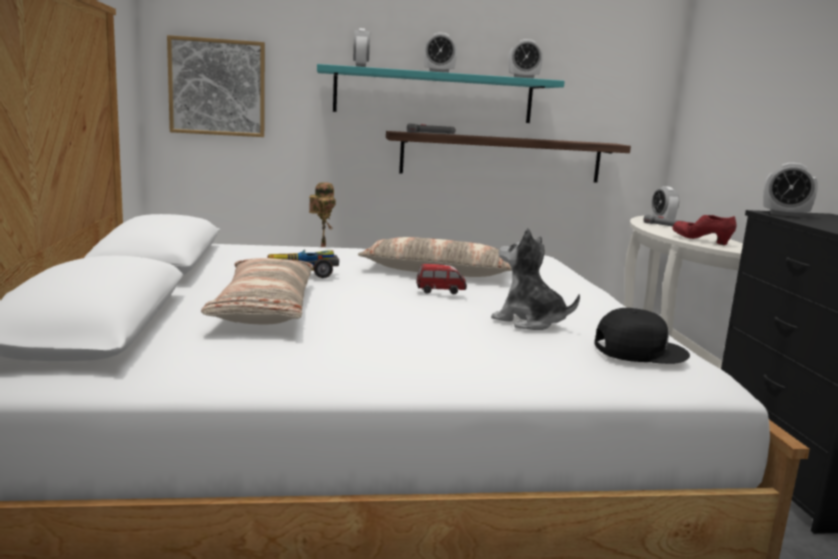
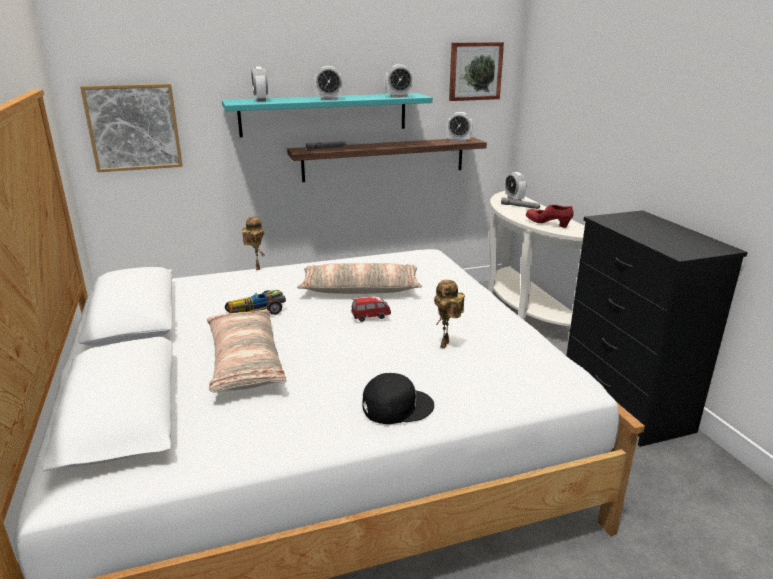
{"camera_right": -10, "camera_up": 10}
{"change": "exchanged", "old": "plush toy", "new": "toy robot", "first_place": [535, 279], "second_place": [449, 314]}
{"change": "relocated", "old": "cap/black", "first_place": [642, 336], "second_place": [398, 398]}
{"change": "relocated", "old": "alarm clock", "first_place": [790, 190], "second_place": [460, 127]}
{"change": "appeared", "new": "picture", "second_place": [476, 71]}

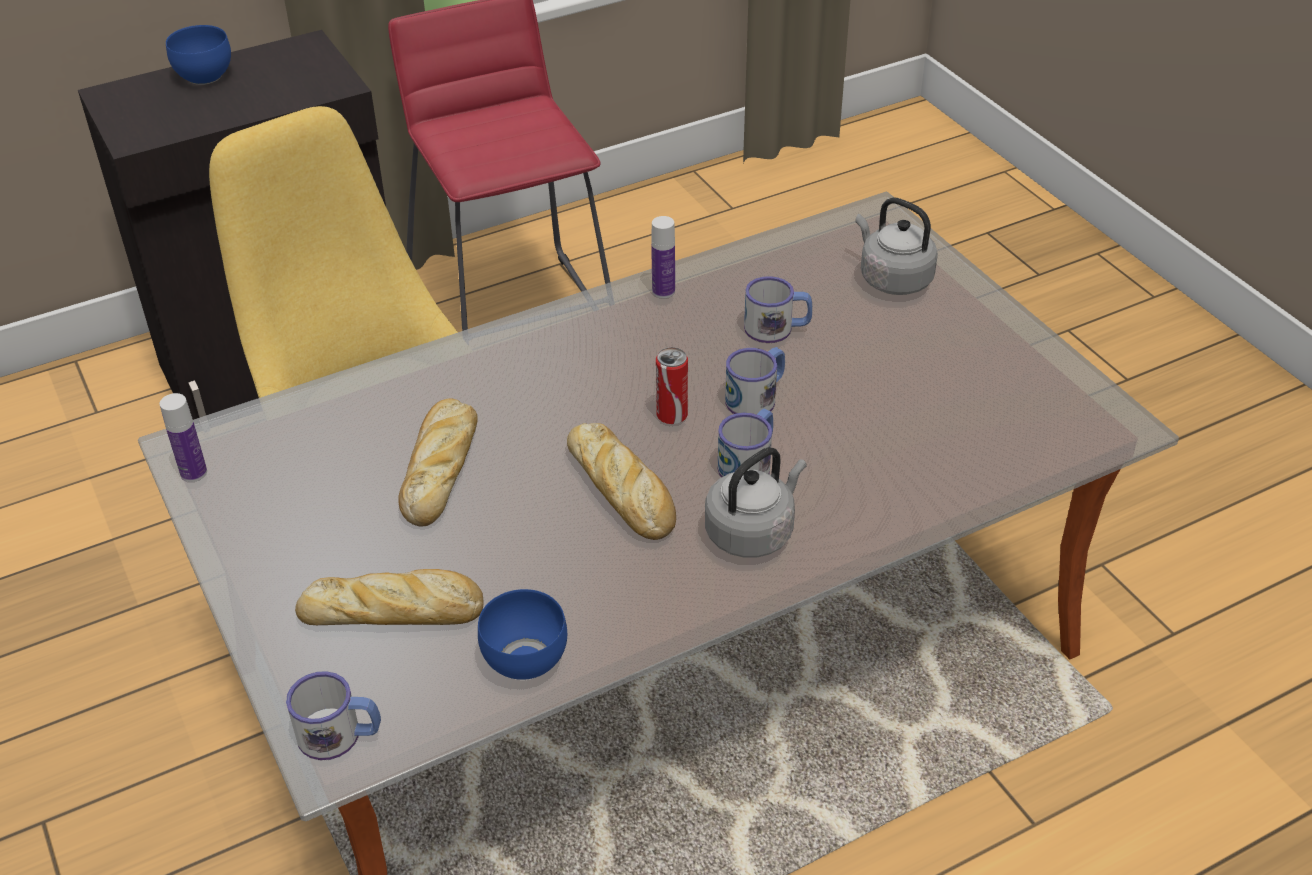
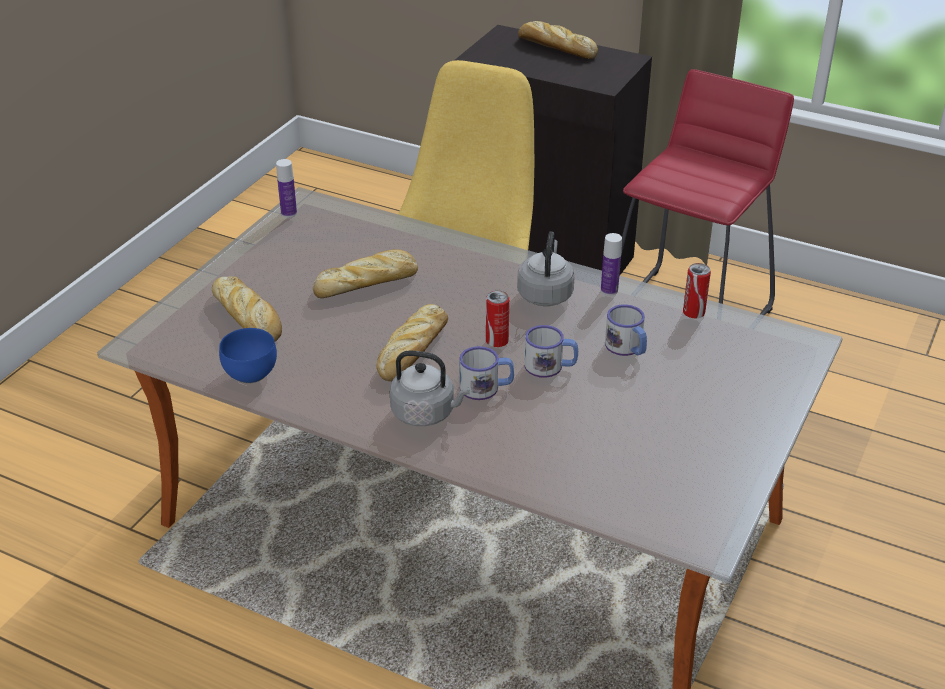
{"camera_right": 55, "camera_up": -5}
{"change": "exchanged", "old": "bowl/blue", "new": "bread", "first_place": [198, 55], "second_place": [558, 40]}
{"change": "missing", "old": "mug", "first_place": [333, 715]}
{"change": "relocated", "old": "kettle/grey", "first_place": [896, 246], "second_place": [546, 268]}
{"change": "appeared", "new": "can", "second_place": [697, 290]}

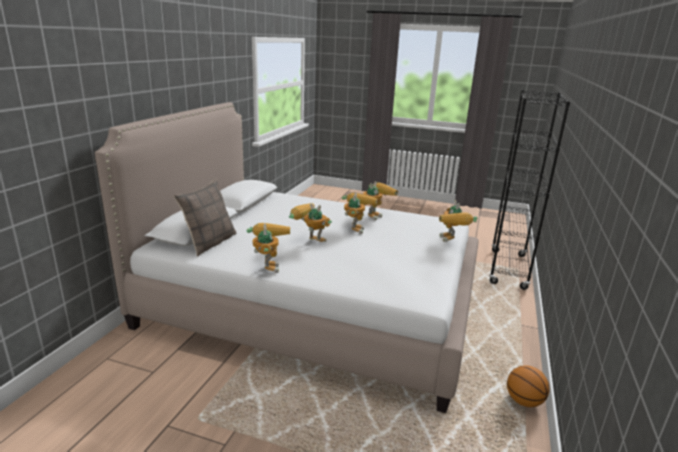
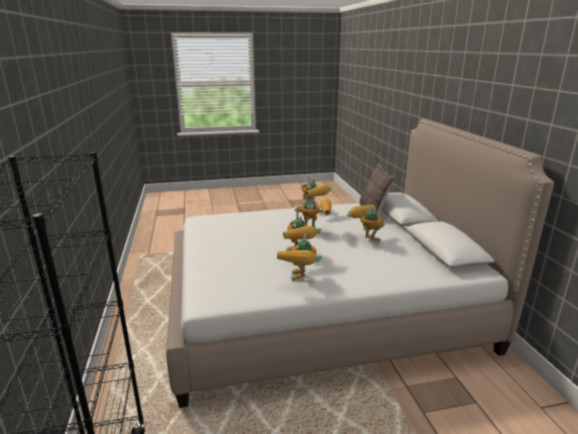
{"camera_right": 150, "camera_up": 0}
{"change": "relocated", "old": "toy robot", "first_place": [458, 221], "second_place": [366, 223]}
{"change": "missing", "old": "basketball", "first_place": [528, 386]}

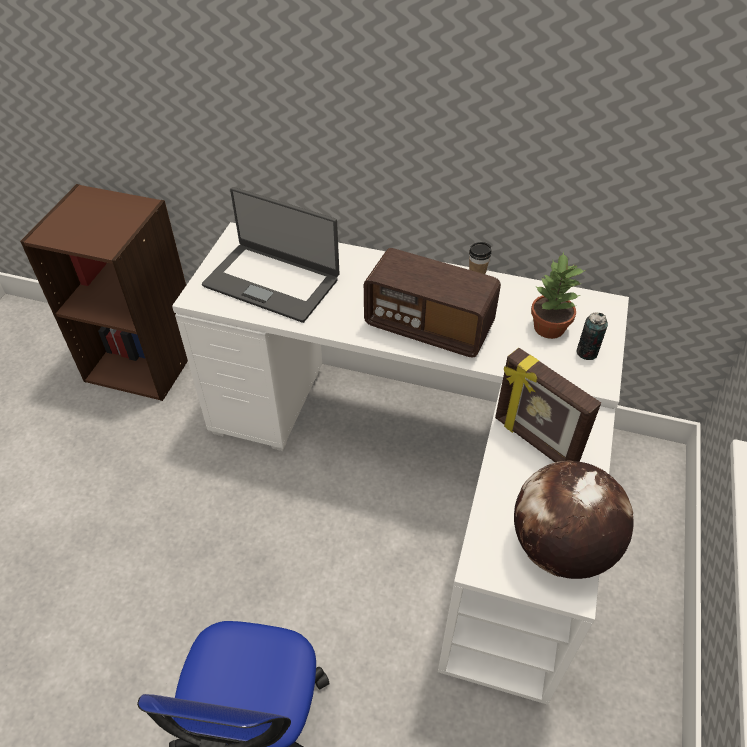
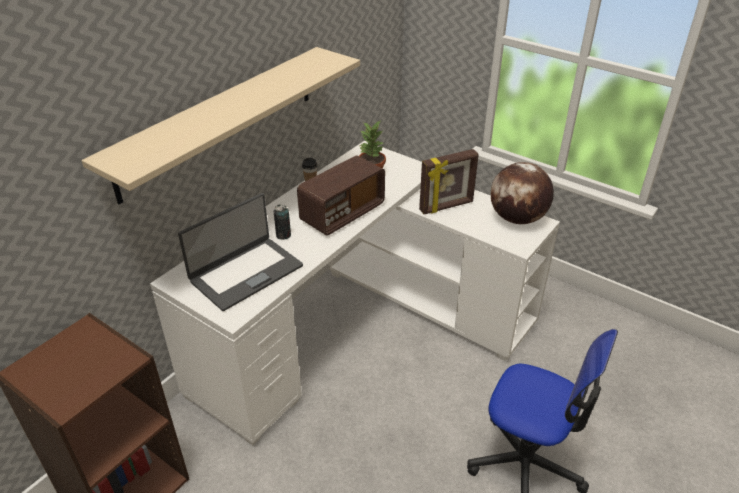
{"camera_right": -70, "camera_up": -10}
{"change": "relocated", "old": "can", "first_place": [592, 336], "second_place": [282, 222]}
{"change": "appeared", "new": "shelf/beige", "second_place": [220, 125]}

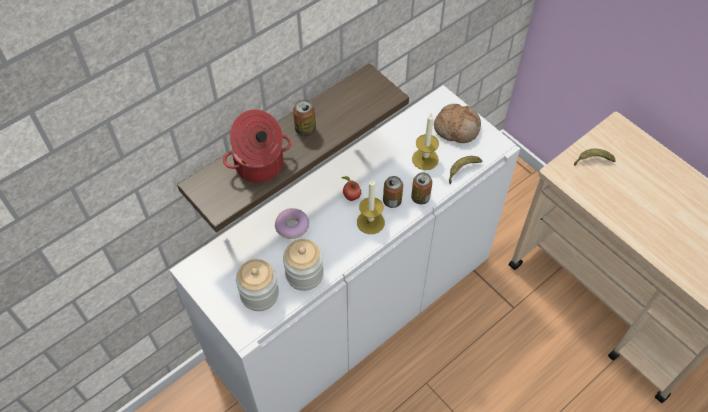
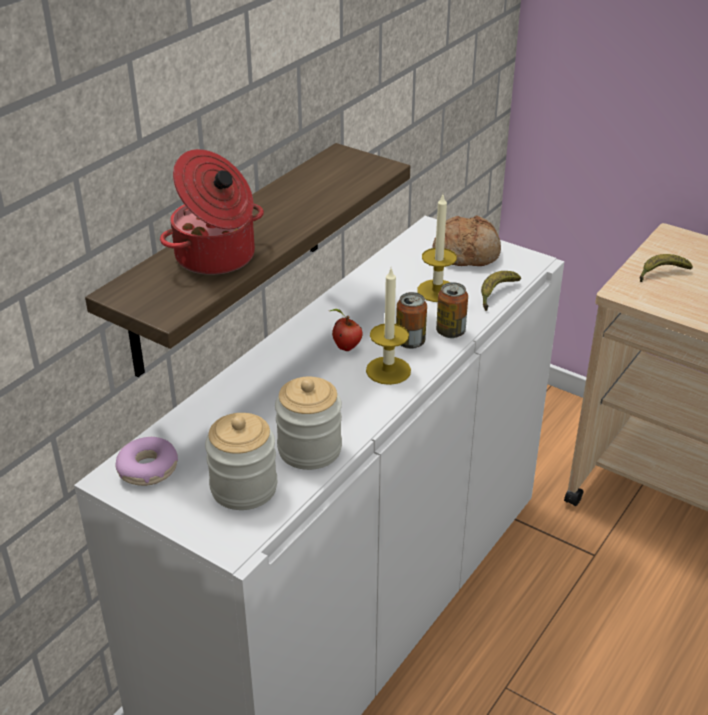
{"camera_right": -15, "camera_up": -20}
{"change": "relocated", "old": "donut", "first_place": [292, 223], "second_place": [146, 461]}
{"change": "missing", "old": "can", "first_place": [304, 118]}

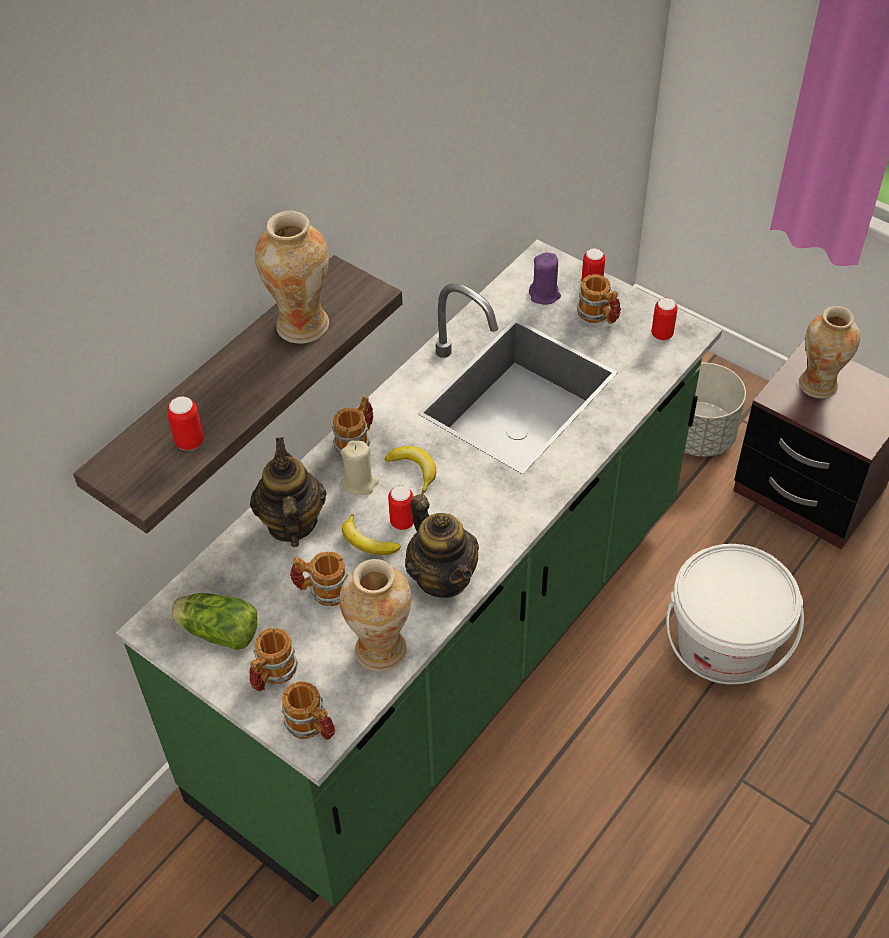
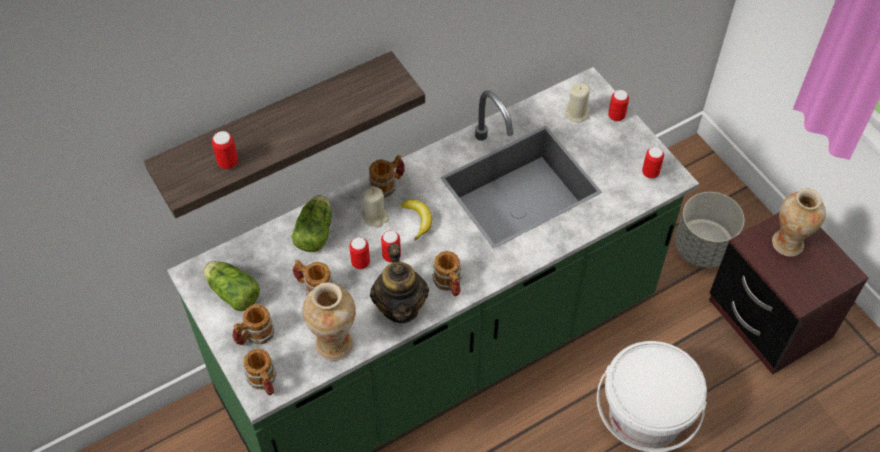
{"camera_right": 20, "camera_up": 5}
{"change": "exchanged", "old": "teapot", "new": "lettuce", "first_place": [288, 492], "second_place": [311, 223]}
{"change": "missing", "old": "vase", "first_place": [292, 277]}
{"change": "exchanged", "old": "banana", "new": "can", "first_place": [371, 534], "second_place": [359, 253]}
{"change": "colour", "old": "candle/purple", "new": "candle/beige", "first_place": [545, 278], "second_place": [577, 102]}
{"change": "relocated", "old": "mug", "first_place": [599, 299], "second_place": [447, 273]}

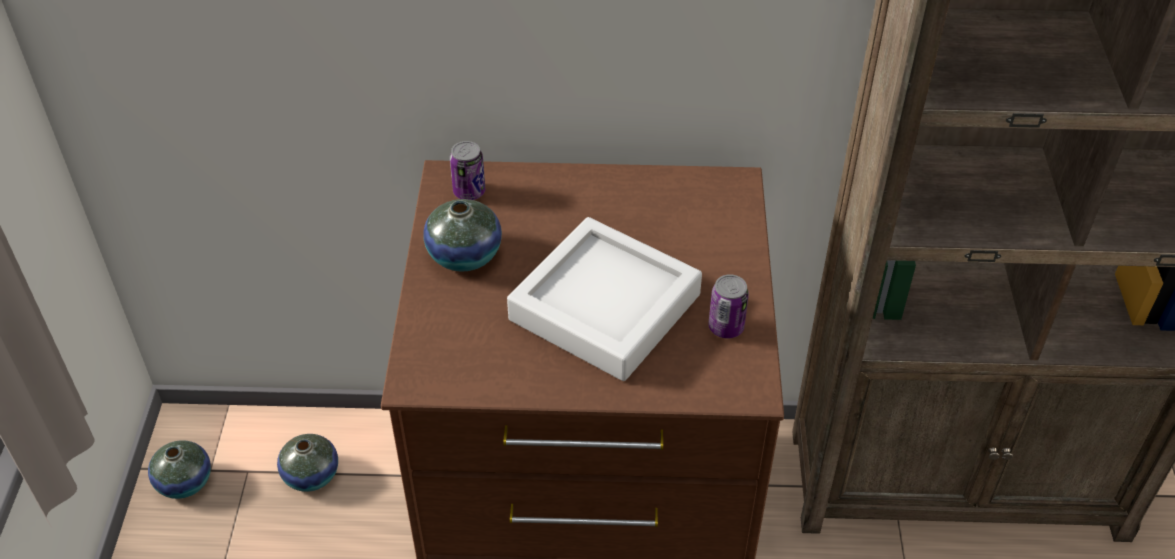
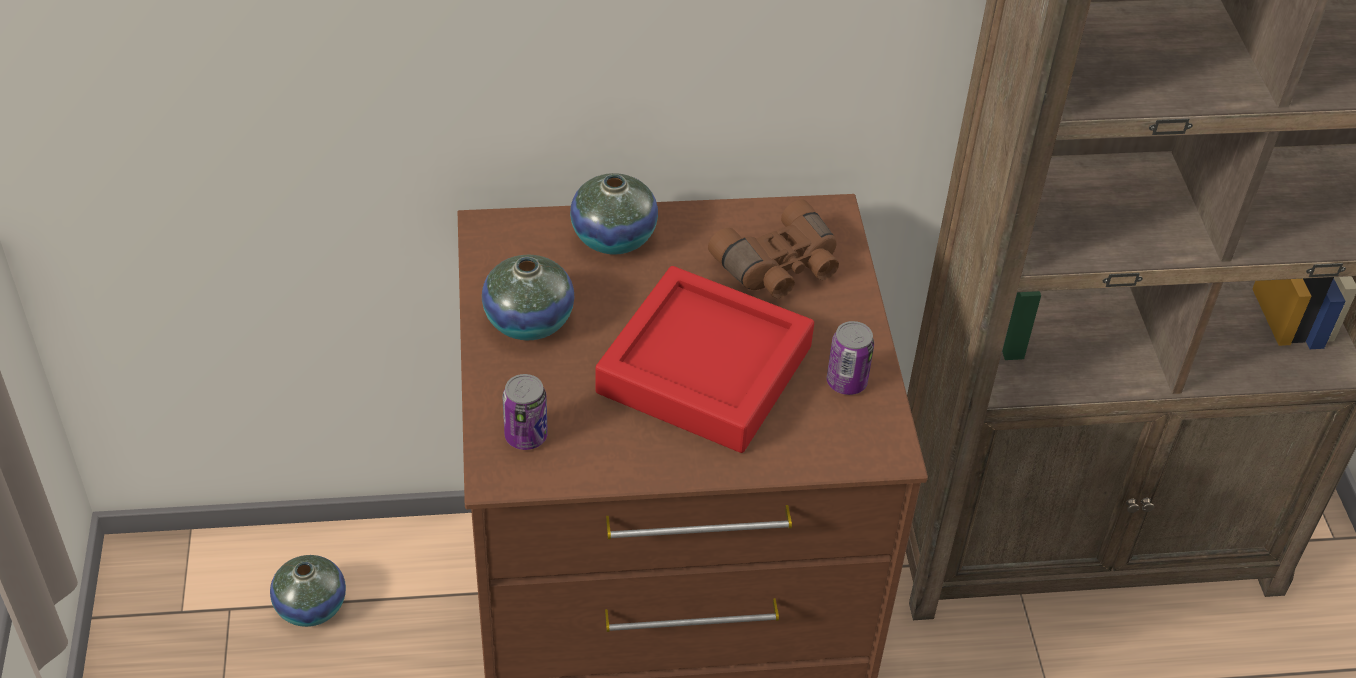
{"camera_right": -10, "camera_up": 0}
{"change": "relocated", "old": "vase", "first_place": [179, 469], "second_place": [614, 214]}
{"change": "relocated", "old": "can", "first_place": [467, 170], "second_place": [525, 412]}
{"change": "colour", "old": "tray/grey", "new": "tray/red", "first_place": [604, 299], "second_place": [704, 359]}
{"change": "appeared", "new": "binoculars/brown", "second_place": [773, 248]}

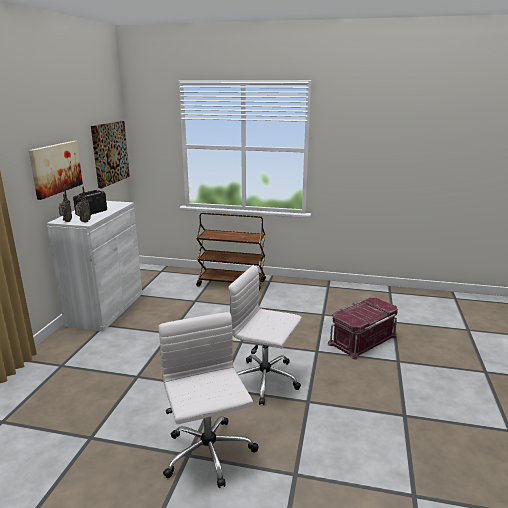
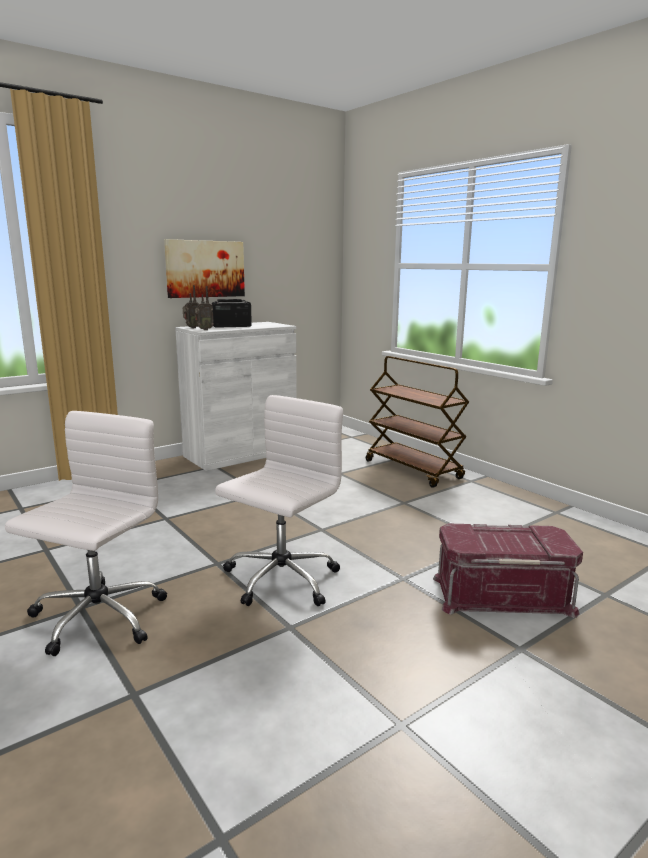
{"camera_right": 40, "camera_up": -5}
{"change": "missing", "old": "picture", "first_place": [110, 154]}
{"change": "spun", "old": "office chair/white", "first_place": [265, 335], "second_place": [279, 500], "degrees": 60}

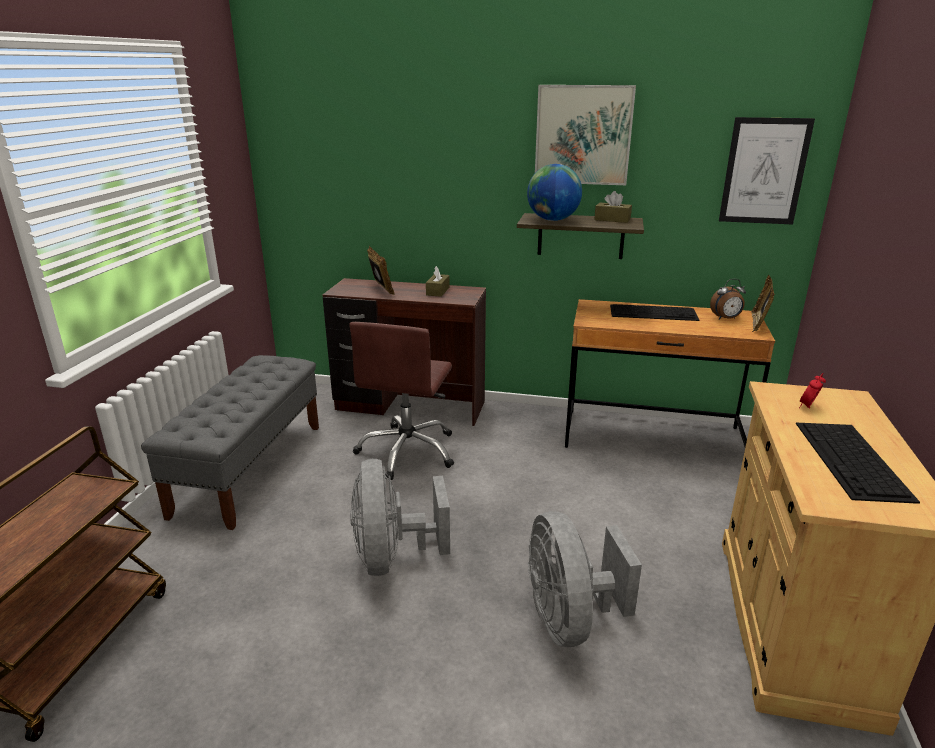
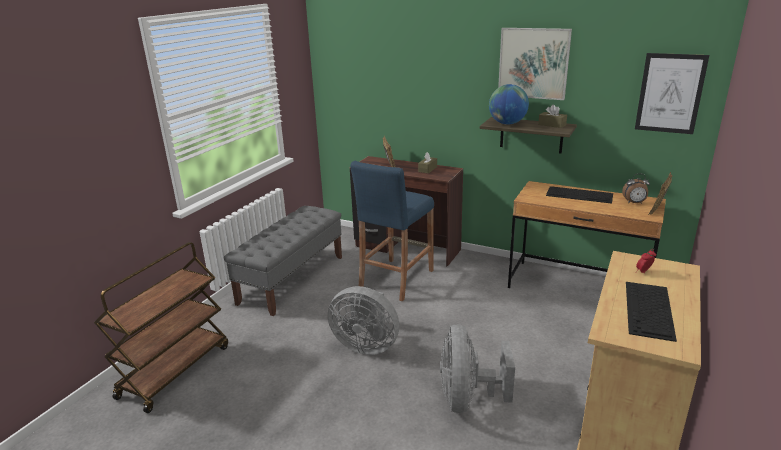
{"camera_right": 15, "camera_up": 0}
{"change": "exchanged", "old": "office chair/brown", "new": "stool/blue", "first_place": [401, 401], "second_place": [392, 231]}
{"change": "spun", "old": "fan/grey", "first_place": [400, 517], "second_place": [363, 320], "degrees": -75}

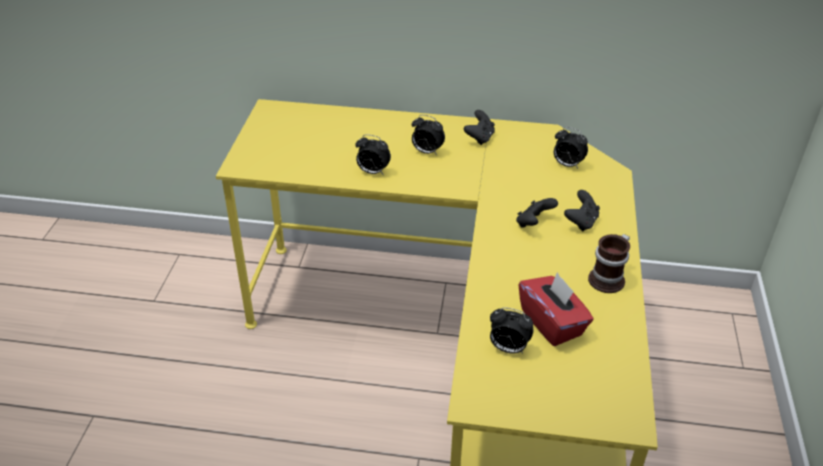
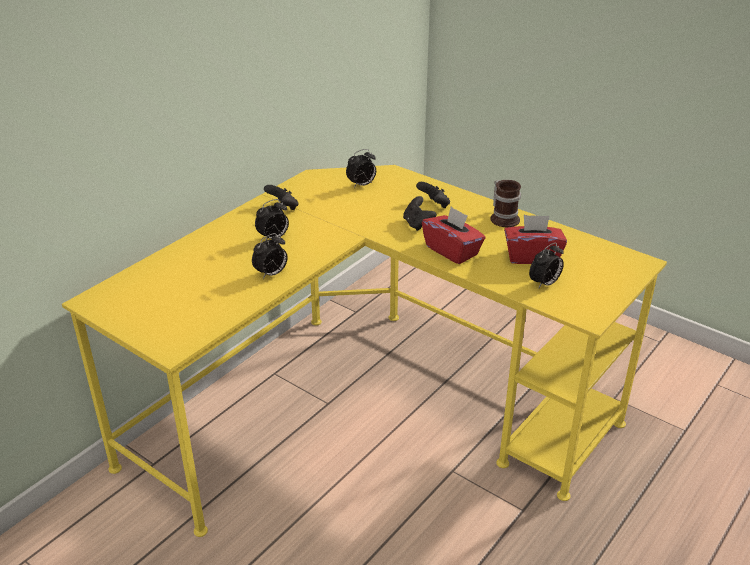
{"camera_right": -60, "camera_up": -5}
{"change": "appeared", "new": "tissue box/red", "second_place": [454, 235]}

